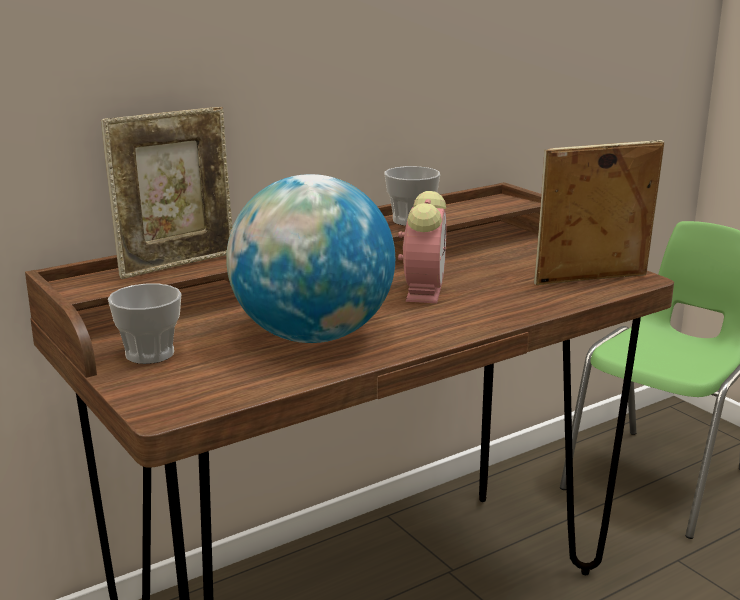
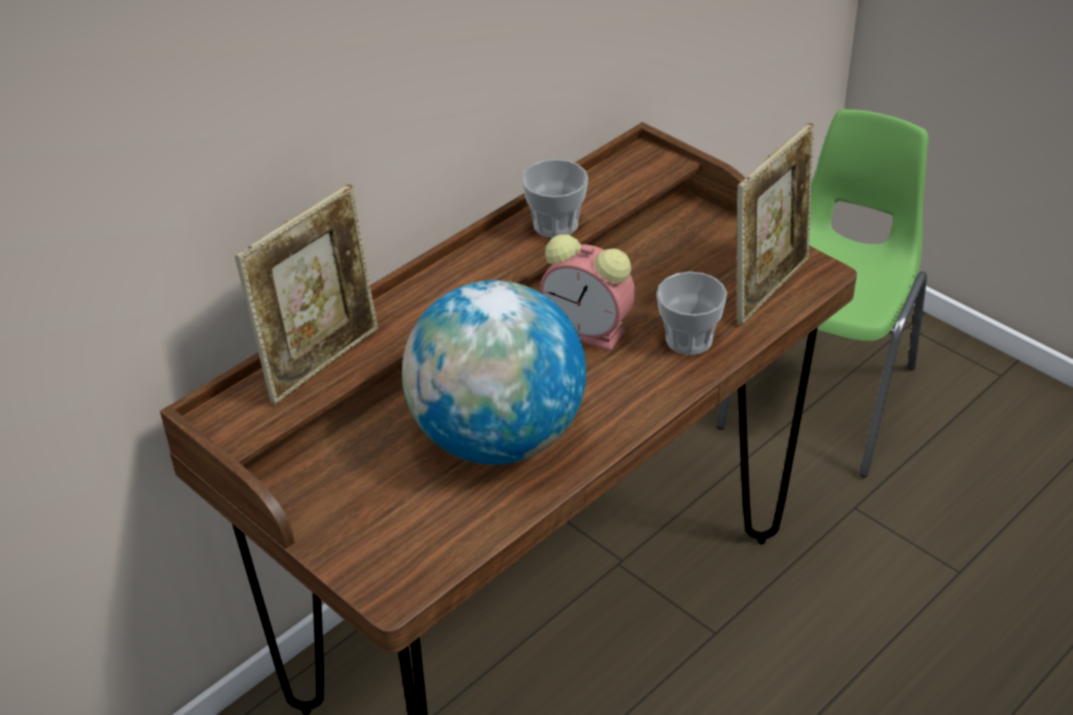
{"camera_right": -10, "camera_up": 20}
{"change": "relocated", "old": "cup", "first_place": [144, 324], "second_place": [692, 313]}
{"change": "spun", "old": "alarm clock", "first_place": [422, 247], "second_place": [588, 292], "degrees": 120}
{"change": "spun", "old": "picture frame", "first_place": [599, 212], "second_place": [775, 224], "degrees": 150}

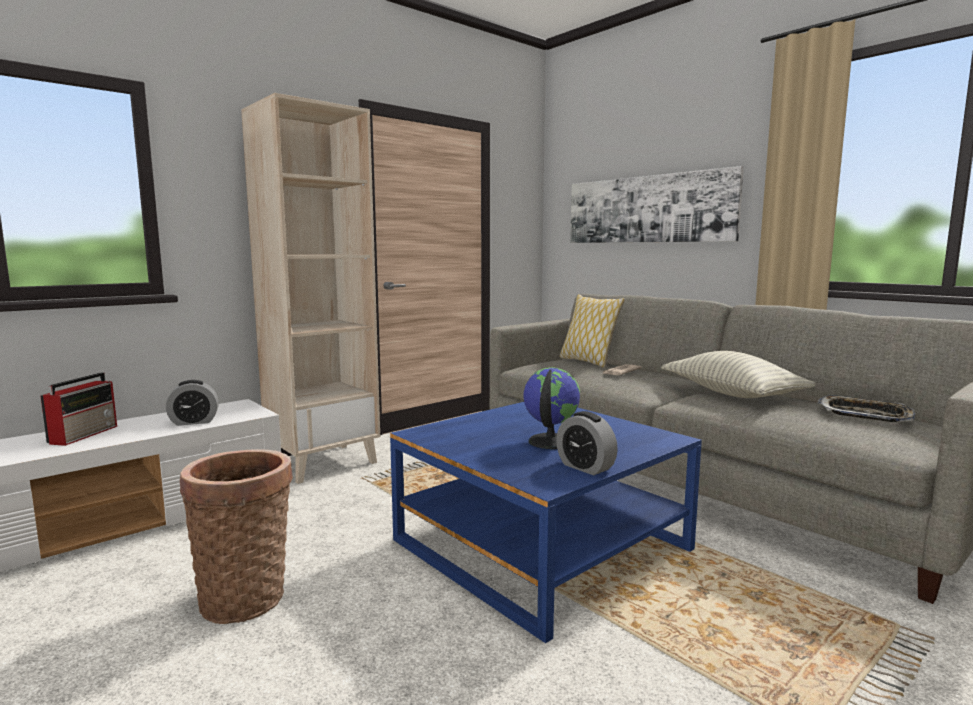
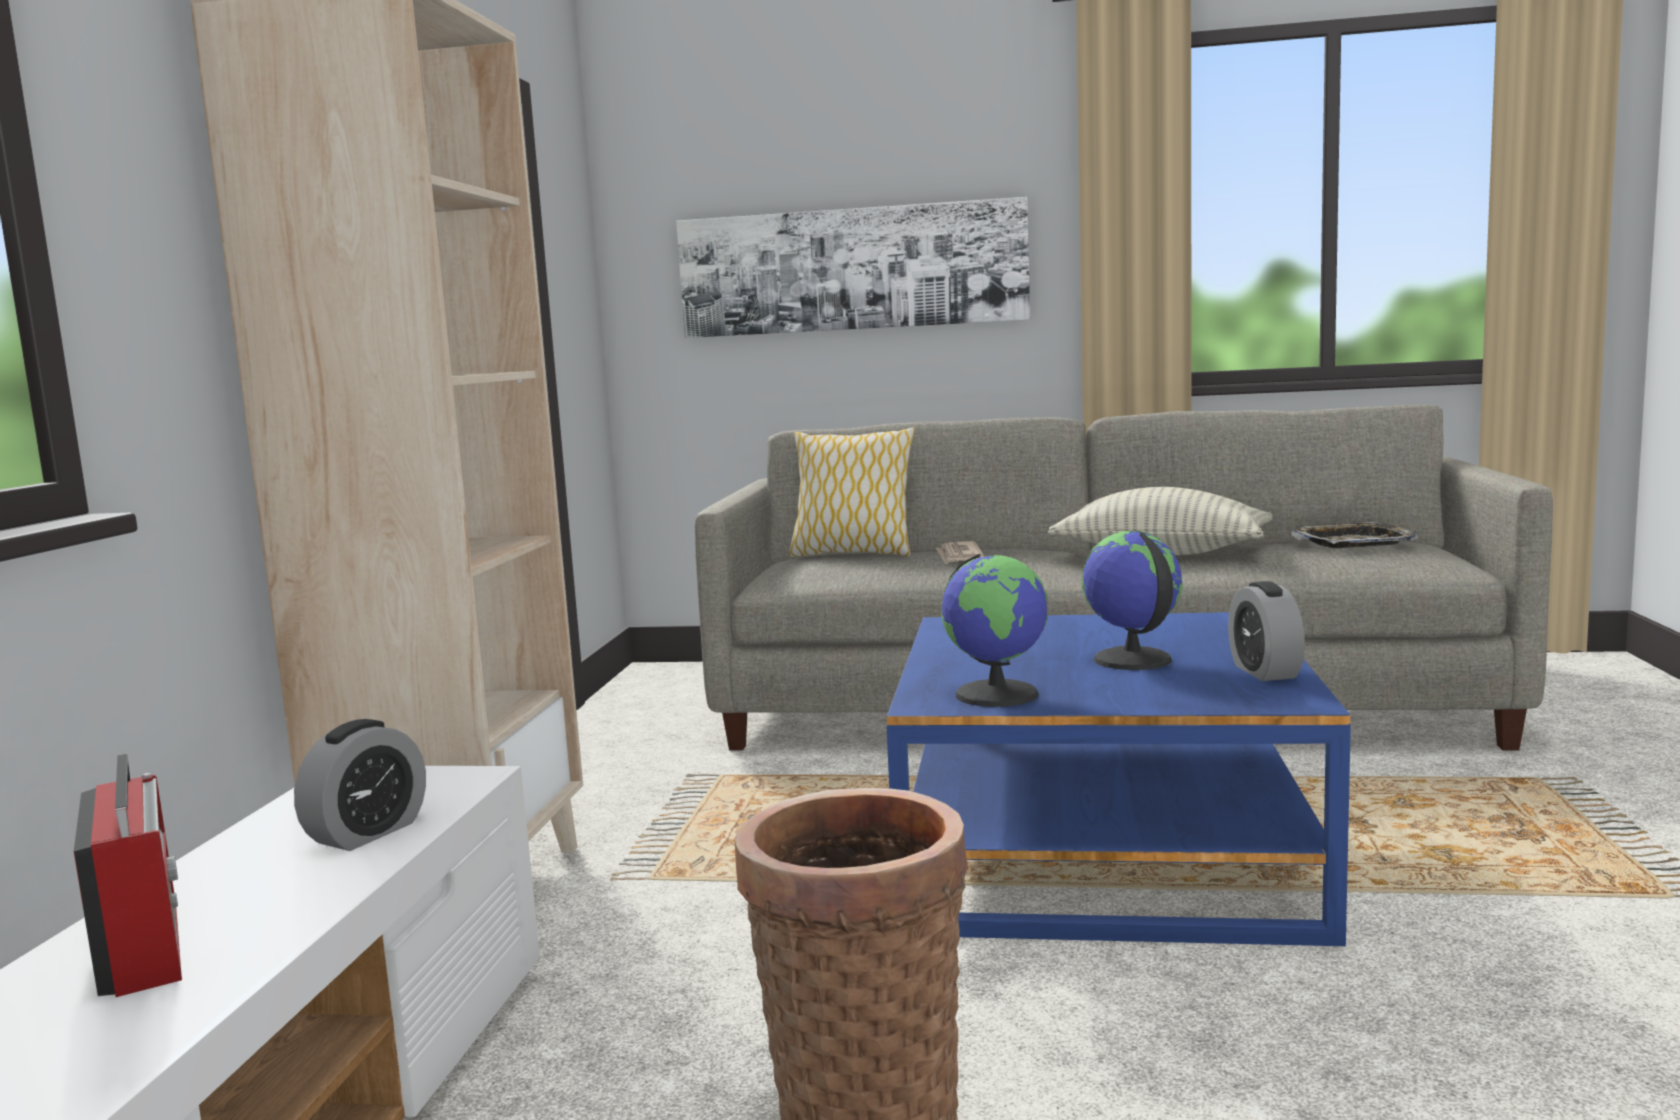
{"camera_right": -40, "camera_up": 0}
{"change": "spun", "old": "alarm clock", "first_place": [587, 443], "second_place": [1266, 631], "degrees": 75}
{"change": "appeared", "new": "globe", "second_place": [994, 630]}

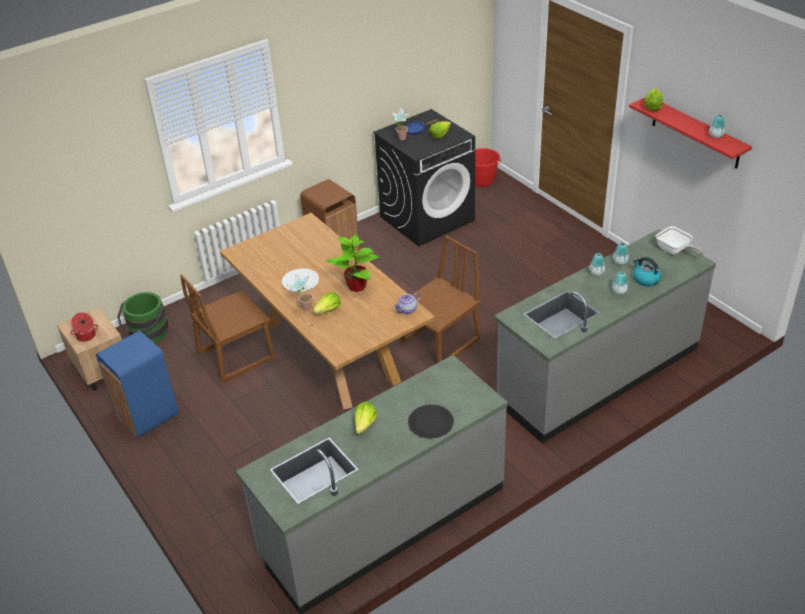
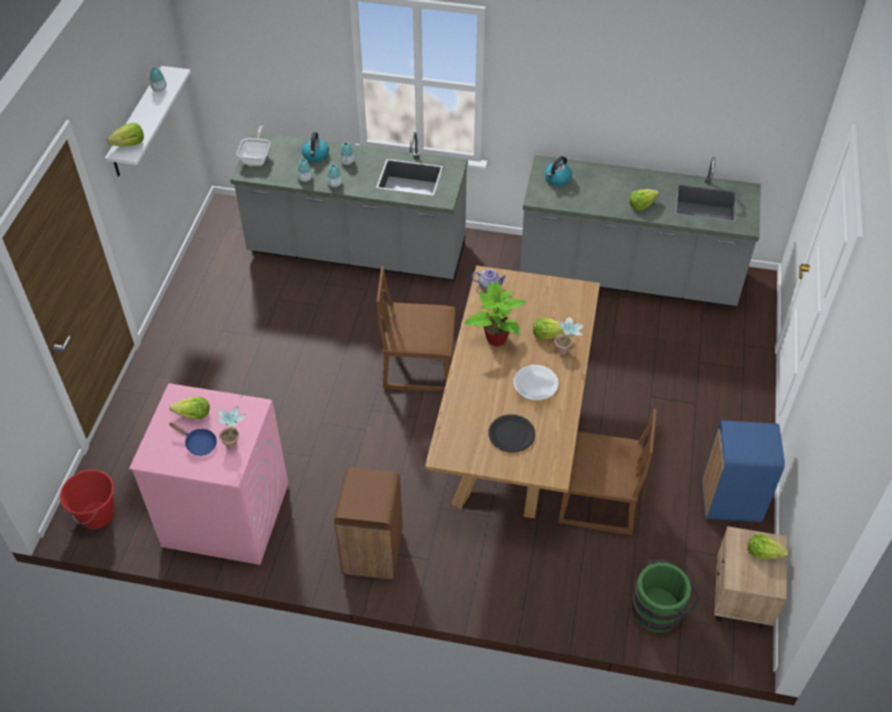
{"camera_right": -135, "camera_up": 10}
{"change": "exchanged", "old": "cooking pot", "new": "lettuce", "first_place": [84, 327], "second_place": [768, 546]}
{"change": "colour", "old": "washing machine/black", "new": "washing machine/pink", "first_place": [424, 178], "second_place": [208, 474]}
{"change": "relocated", "old": "plate/black", "first_place": [431, 421], "second_place": [511, 433]}
{"change": "colour", "old": "shelf/red", "new": "shelf/white", "first_place": [690, 133], "second_place": [148, 121]}
{"change": "appeared", "new": "kettle", "second_place": [558, 171]}

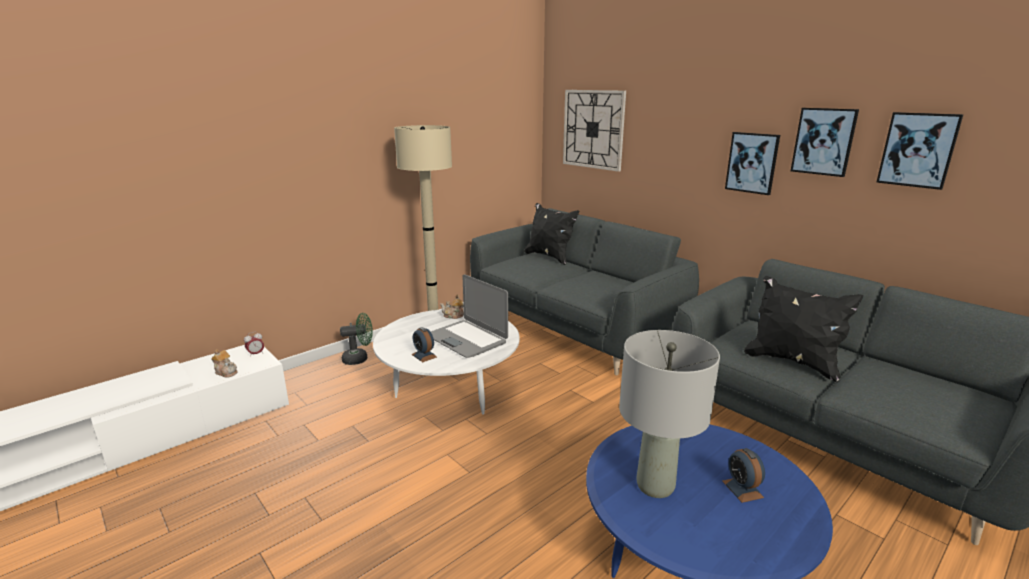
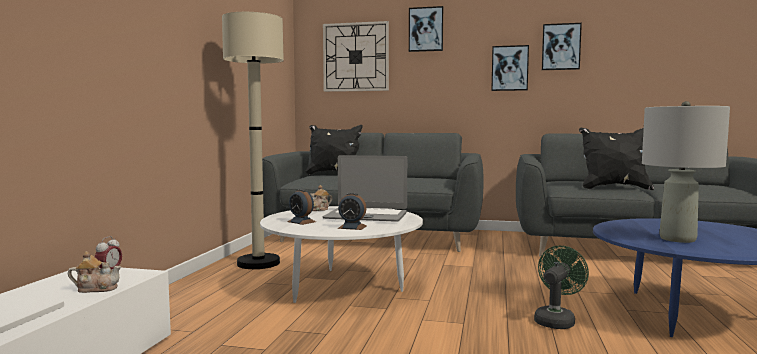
{"camera_right": -35, "camera_up": -15}
{"change": "relocated", "old": "fan/green", "first_place": [356, 339], "second_place": [561, 287]}
{"change": "relocated", "old": "alarm clock", "first_place": [743, 475], "second_place": [301, 207]}
{"change": "relocated", "old": "picture", "first_place": [920, 151], "second_place": [426, 29]}

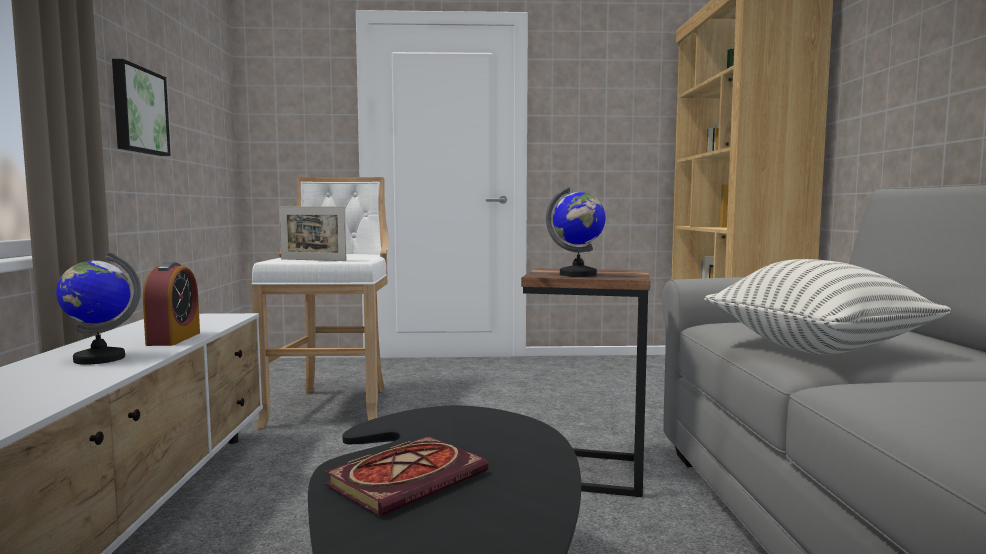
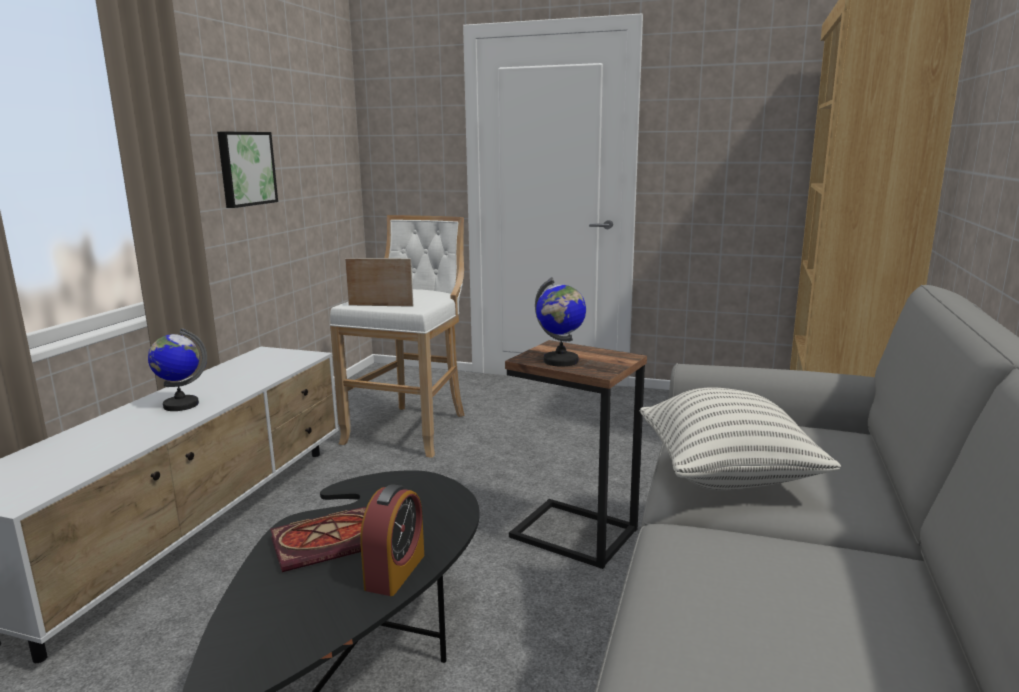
{"camera_right": 20, "camera_up": 10}
{"change": "relocated", "old": "alarm clock", "first_place": [171, 304], "second_place": [392, 540]}
{"change": "spun", "old": "picture frame", "first_place": [312, 233], "second_place": [379, 282], "degrees": 150}

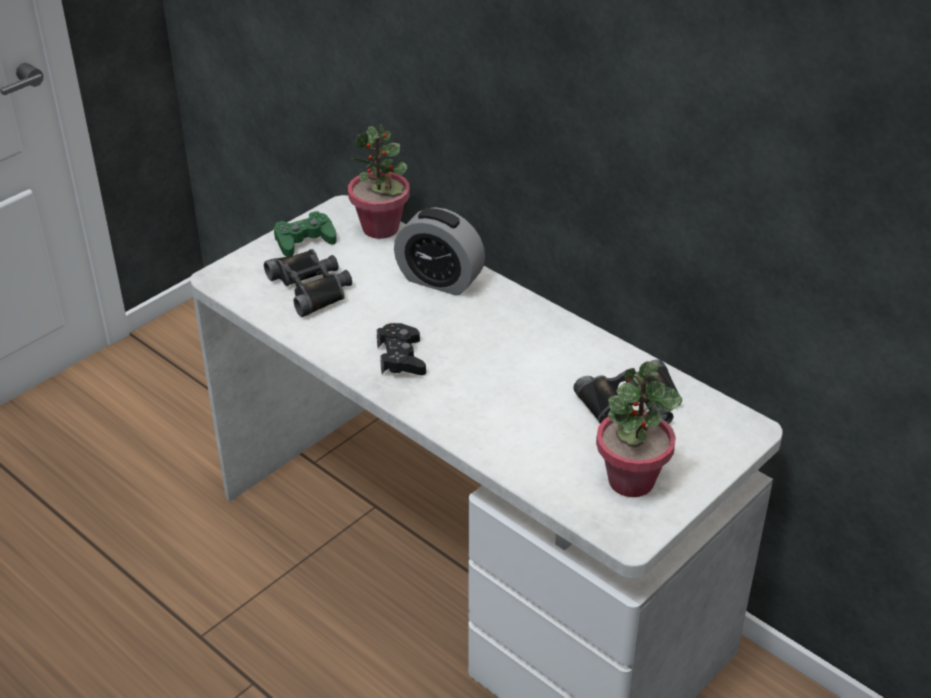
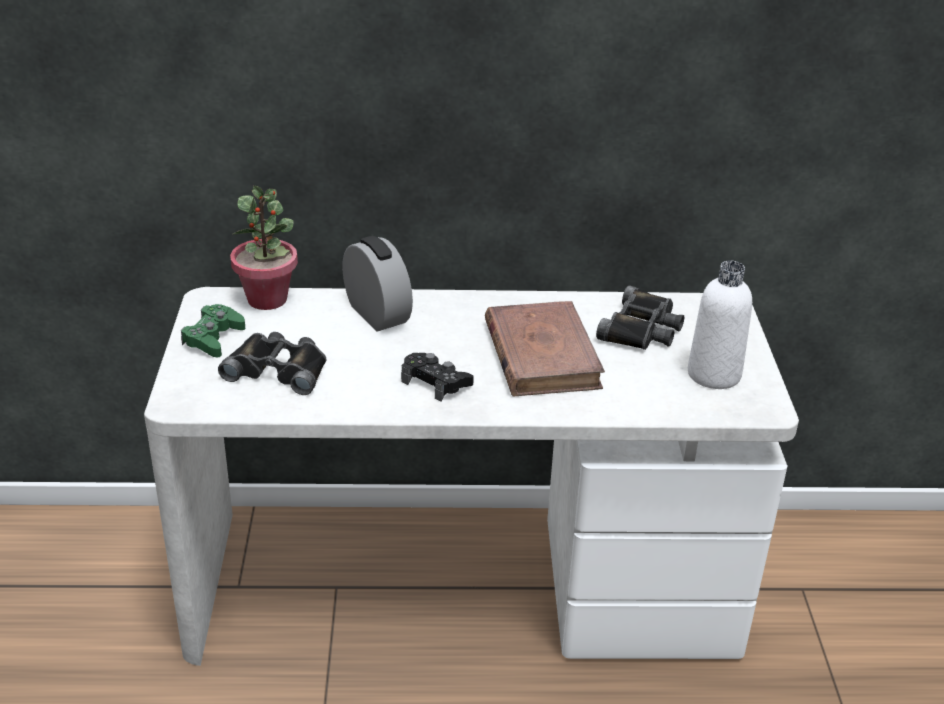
{"camera_right": -45, "camera_up": -5}
{"change": "spun", "old": "alarm clock", "first_place": [439, 251], "second_place": [377, 284], "degrees": -105}
{"change": "exchanged", "old": "potted plant", "new": "bottle/white", "first_place": [639, 429], "second_place": [720, 325]}
{"change": "appeared", "new": "book/brown", "second_place": [545, 349]}

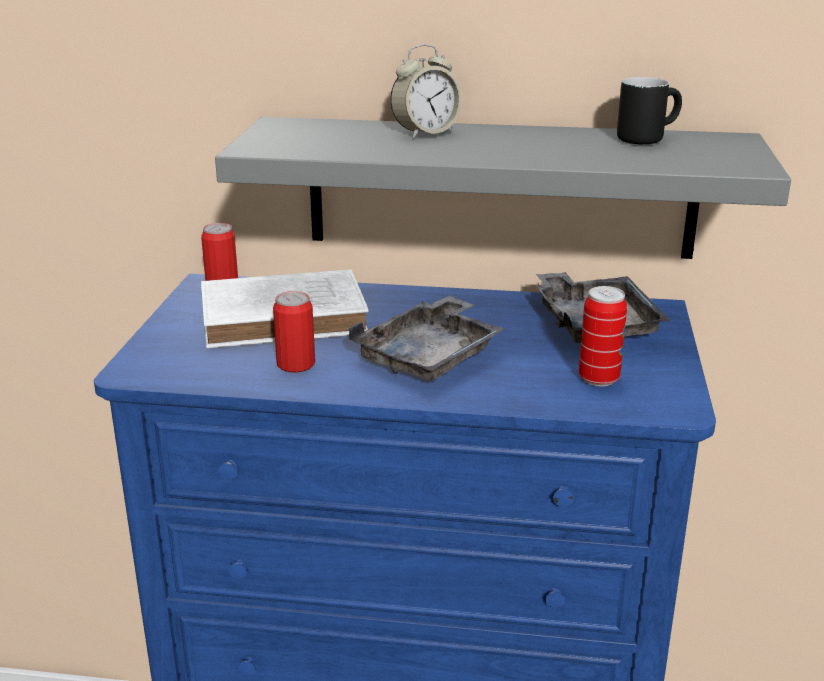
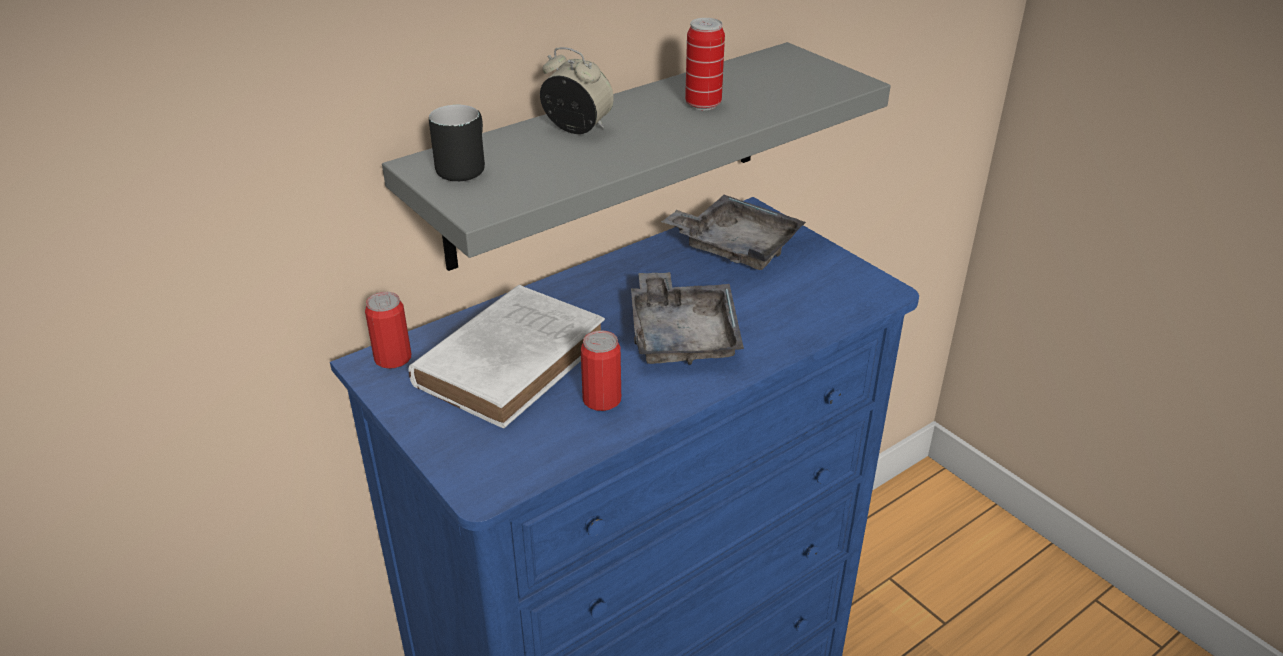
{"camera_right": -45, "camera_up": 10}
{"change": "spun", "old": "alarm clock", "first_place": [426, 91], "second_place": [577, 90], "degrees": -75}
{"change": "relocated", "old": "can", "first_place": [603, 336], "second_place": [705, 64]}
{"change": "relocated", "old": "mug/black", "first_place": [649, 110], "second_place": [457, 143]}

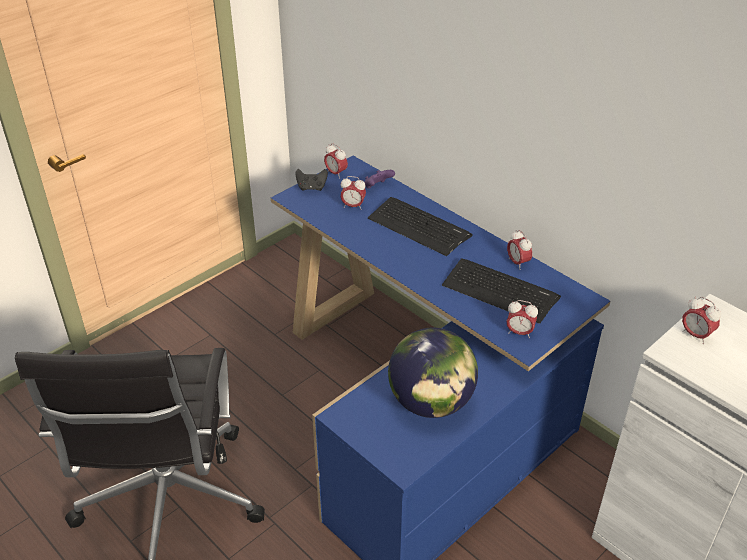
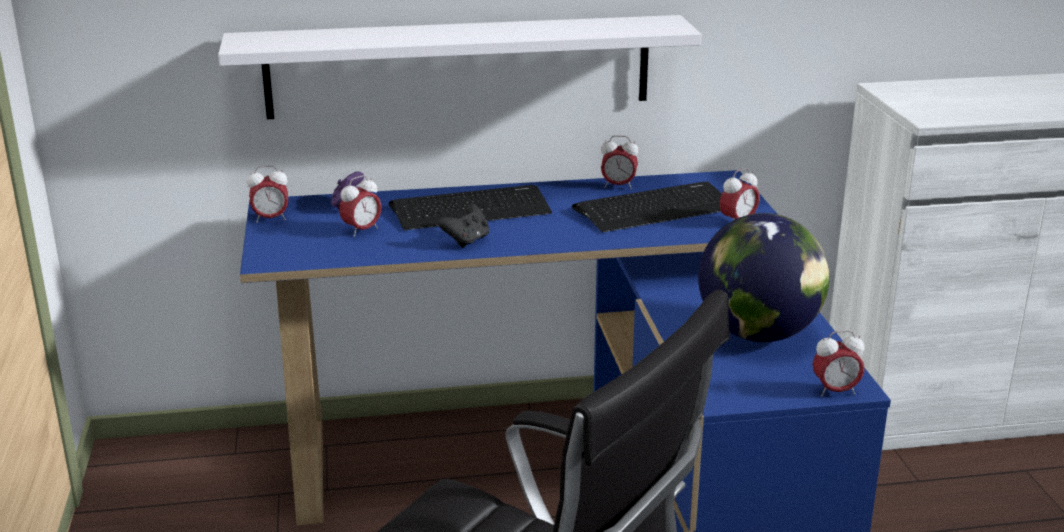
{"camera_right": -55, "camera_up": -15}
{"change": "relocated", "old": "game controller/black", "first_place": [311, 180], "second_place": [463, 226]}
{"change": "relocated", "old": "alarm clock", "first_place": [701, 320], "second_place": [839, 363]}
{"change": "appeared", "new": "shelf/white", "second_place": [460, 67]}

